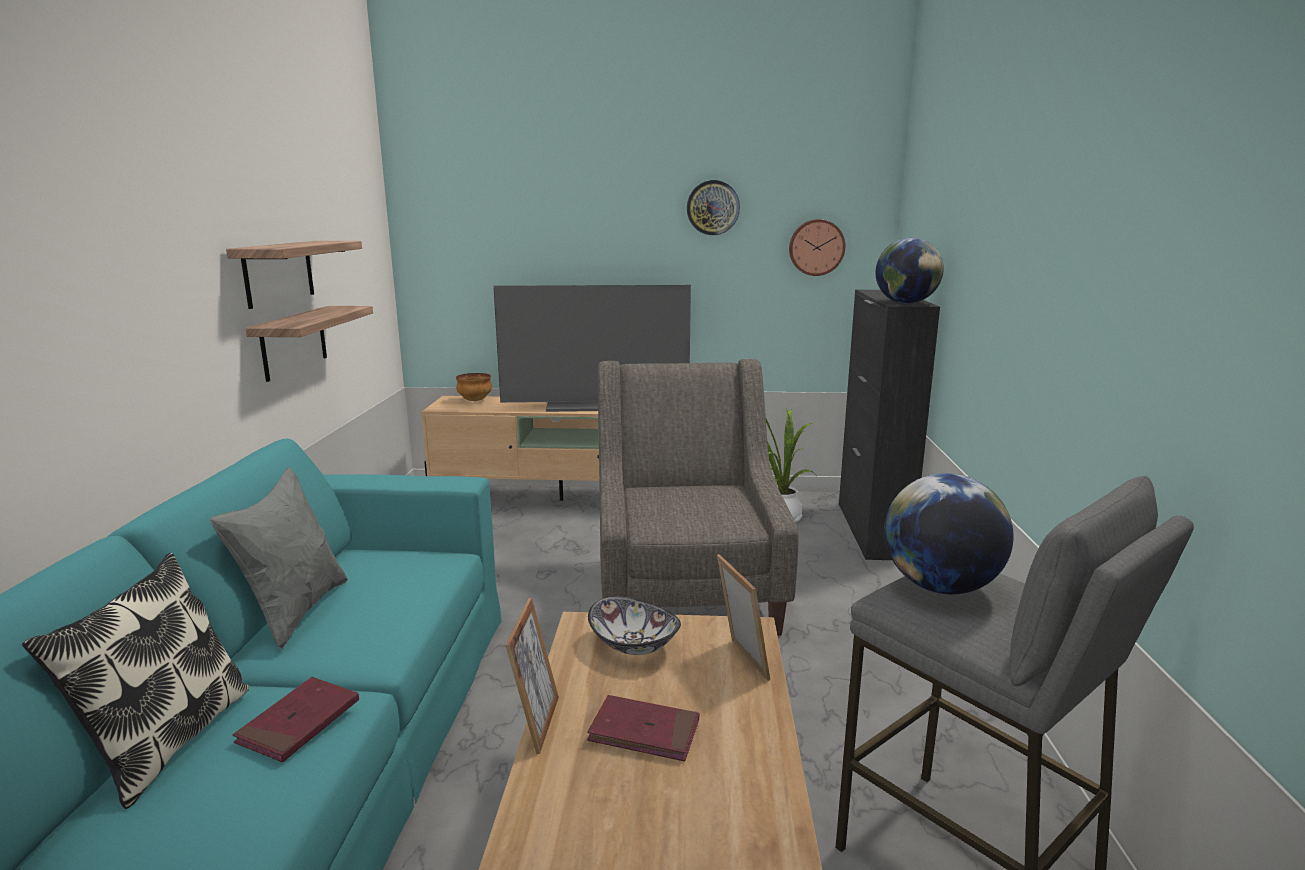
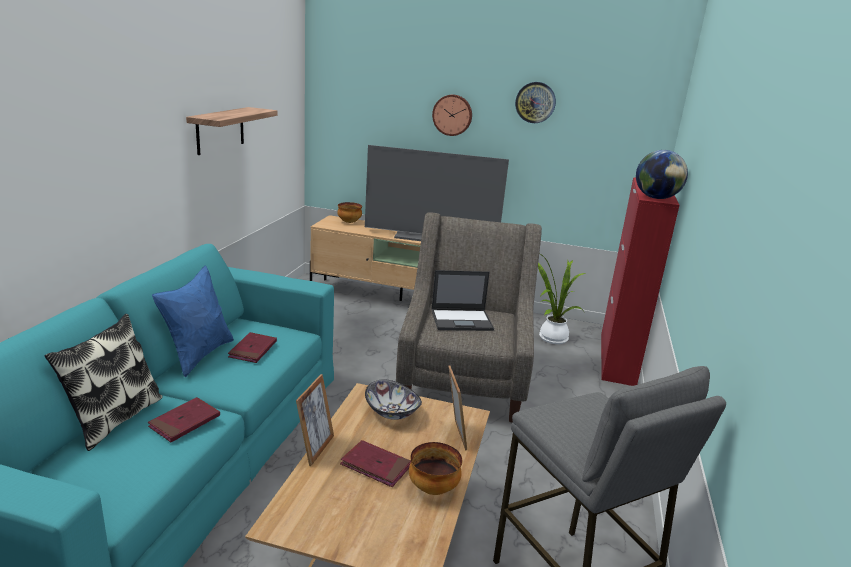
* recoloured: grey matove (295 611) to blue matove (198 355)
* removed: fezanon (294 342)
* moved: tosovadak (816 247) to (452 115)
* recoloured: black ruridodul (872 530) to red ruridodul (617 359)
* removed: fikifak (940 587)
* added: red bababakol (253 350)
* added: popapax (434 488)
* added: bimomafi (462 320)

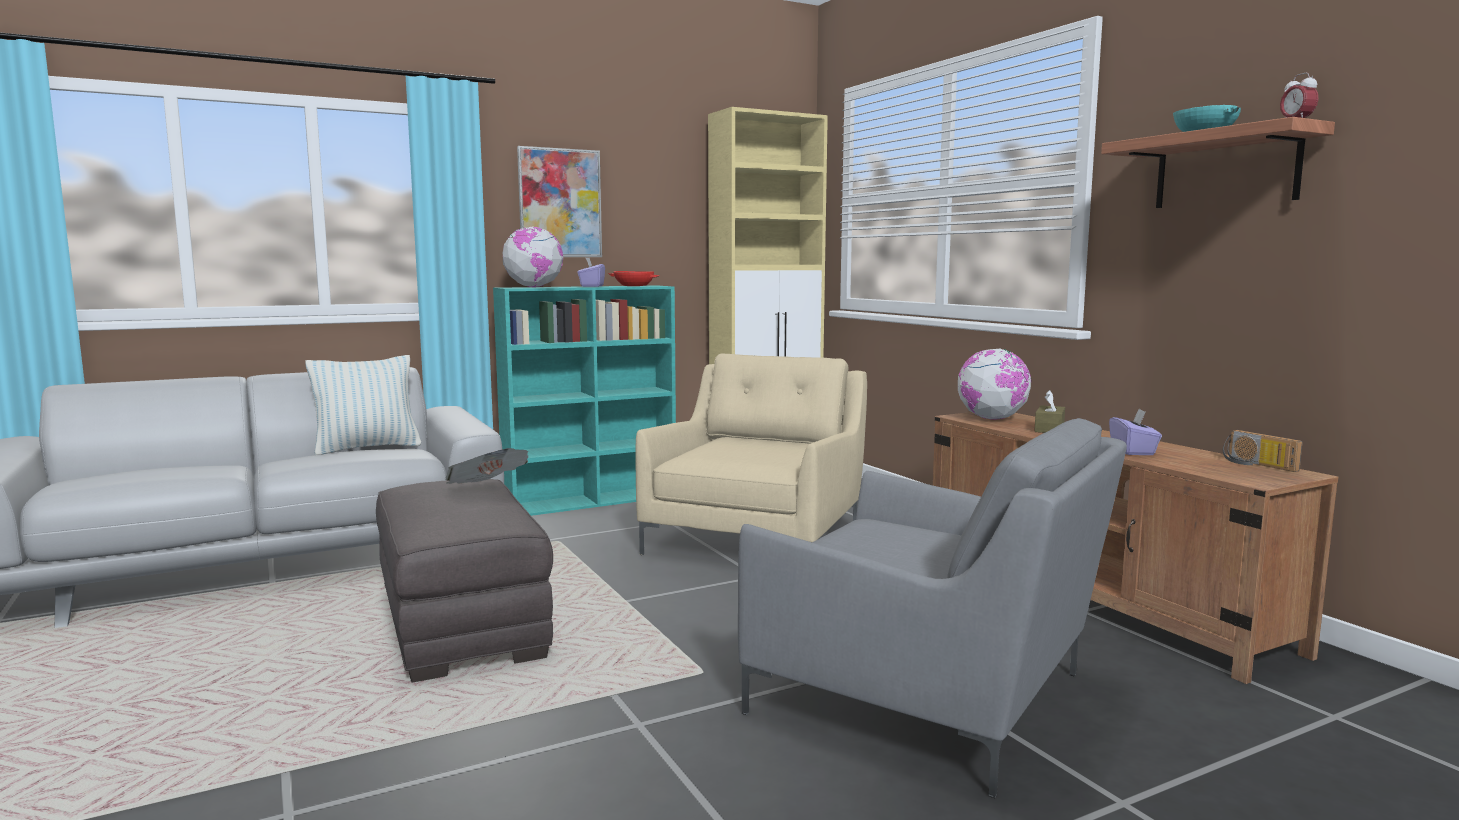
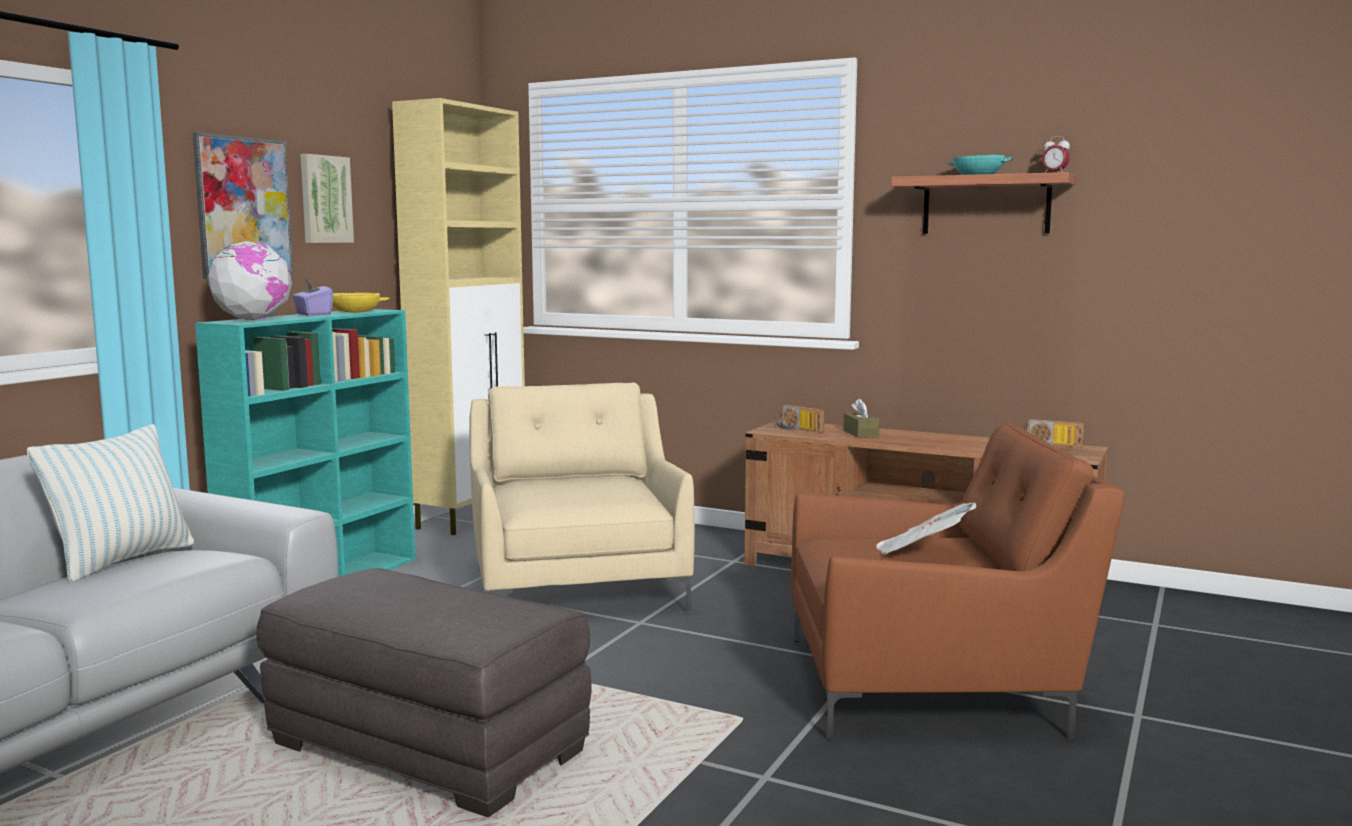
* moved: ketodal (487 490) to (921 554)
* recoloured: red popapax (634 286) to yellow popapax (355 311)
* recoloured: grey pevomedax (930 698) to brown pevomedax (933 685)
* replaced: fikifak (992 419) to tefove (797 429)
* removed: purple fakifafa (1133 451)
* added: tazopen (324 199)

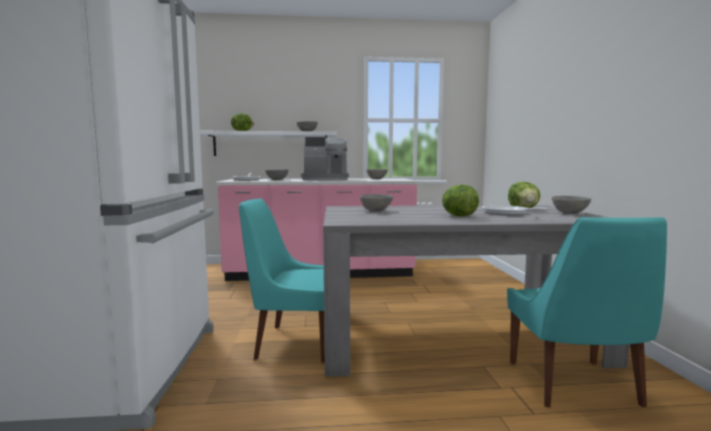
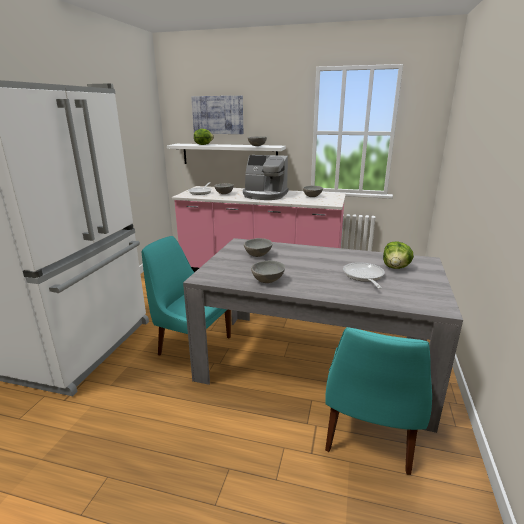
* removed: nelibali (458 216)
* moved: grey popapax (570 213) to (268 281)
* added: tazopen (218 115)

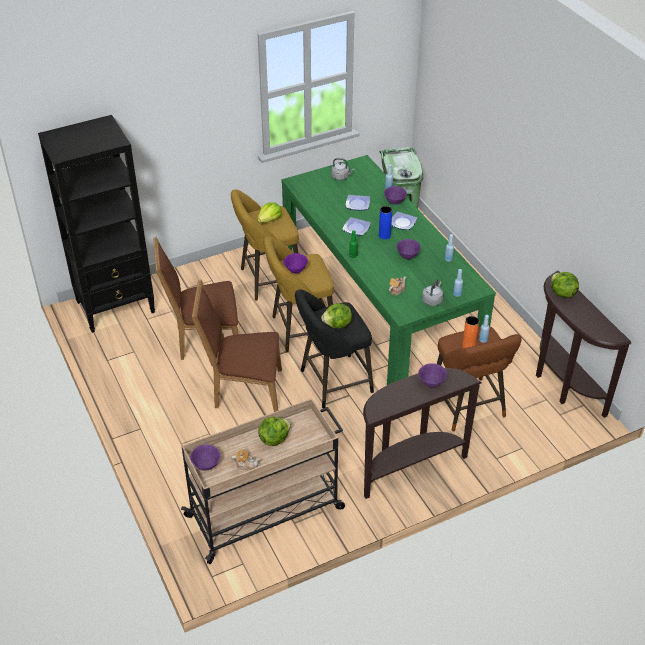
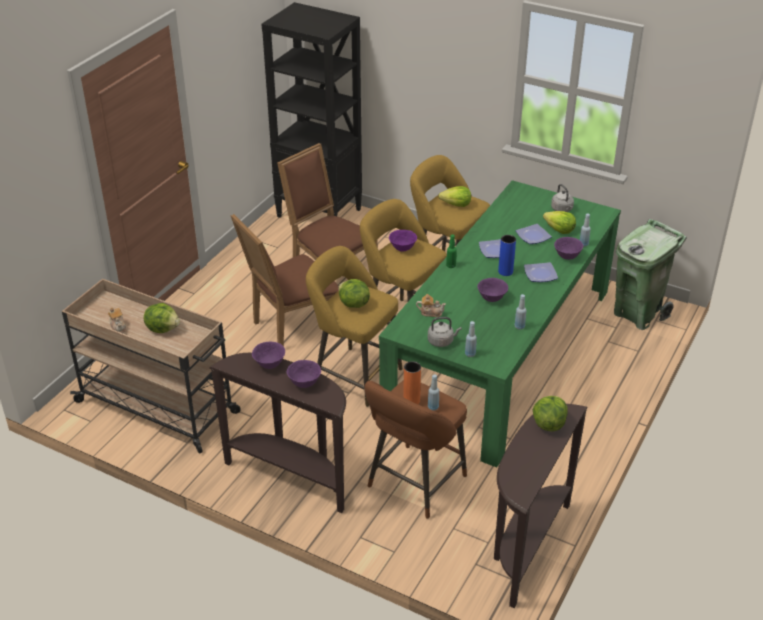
* moved: purple popapax (206 465) to (269 364)
* turned: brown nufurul (243 390) = (291 326) 90 degrees counterclockwise
* recoloured: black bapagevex (332 383) to yellow bapagevex (354 375)
* added: nelibali (559 230)

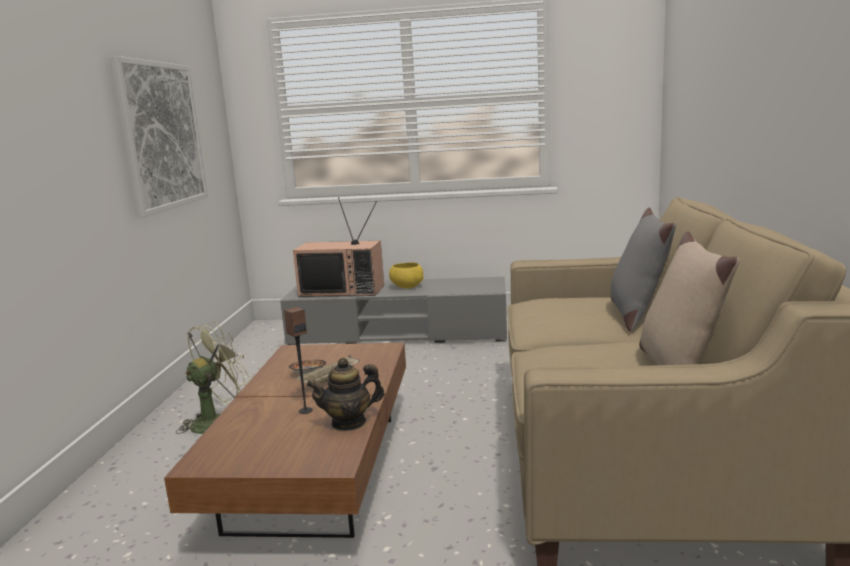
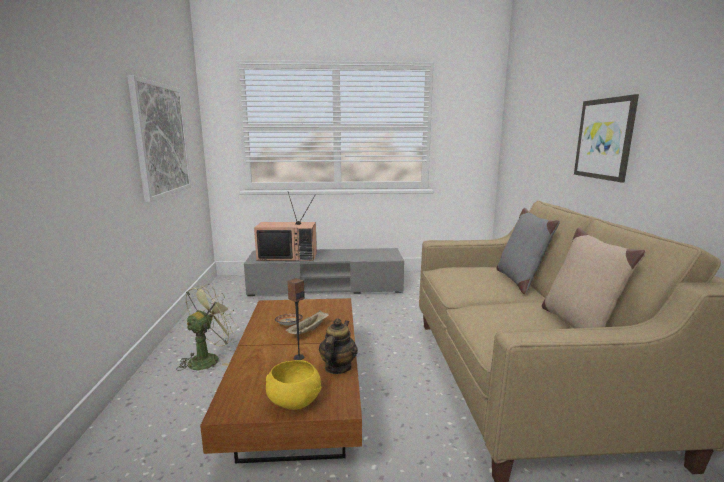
* turned: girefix (349 423) = (337 367) 135 degrees clockwise
* moved: yellow popapax (406 287) to (293 403)
* added: tazopen (605 139)

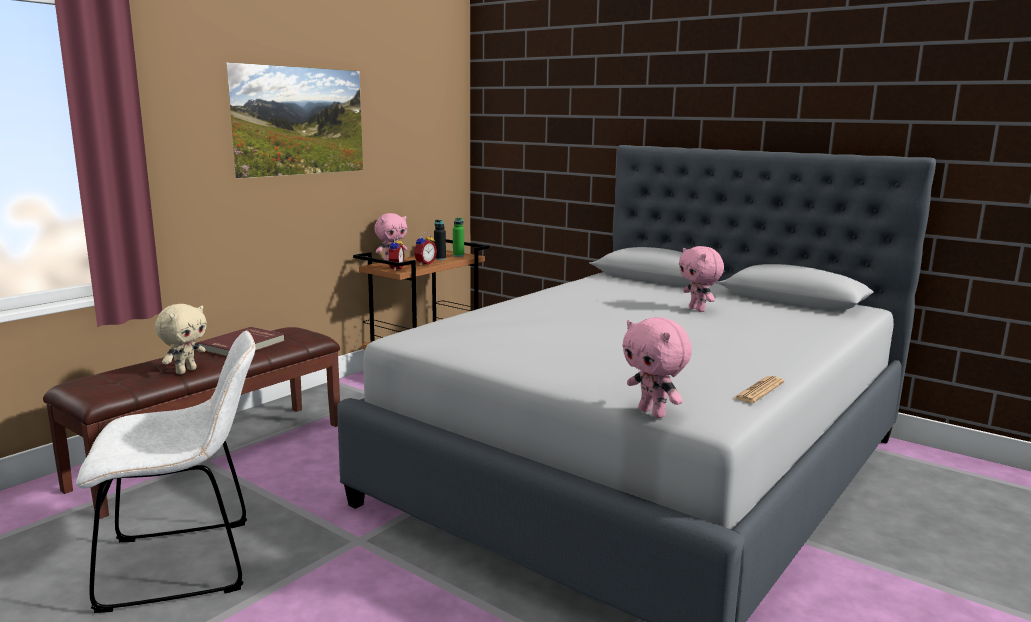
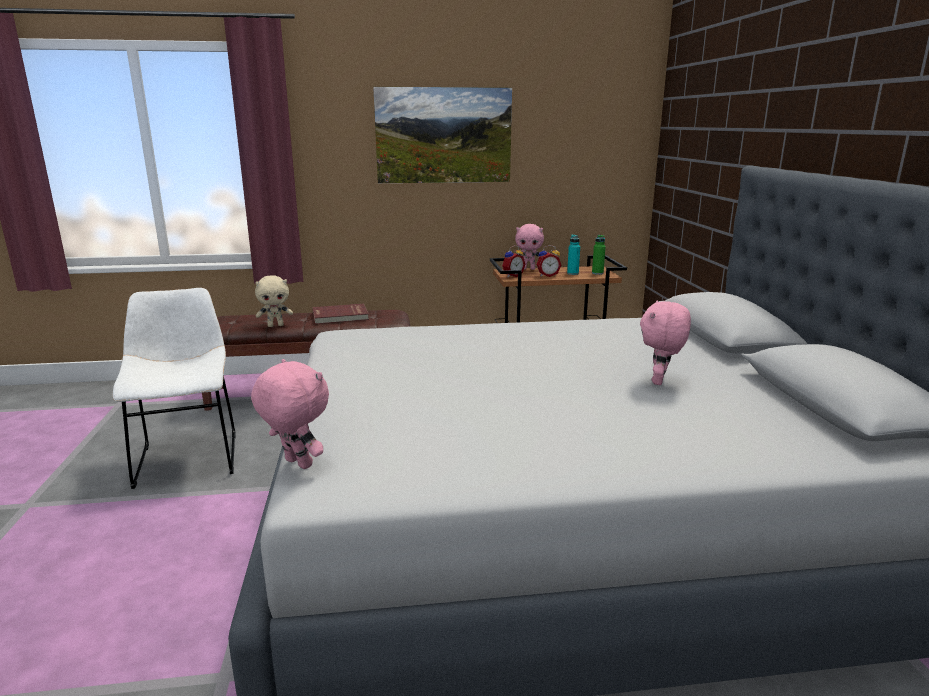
* turned: white nufurul (188 563) = (188 456) 135 degrees counterclockwise
* recoloured: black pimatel (440 259) to turquoise pimatel (572 273)
* turned: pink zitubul (653 413) = (296 464) 120 degrees clockwise
* removed: ketodal (758 391)

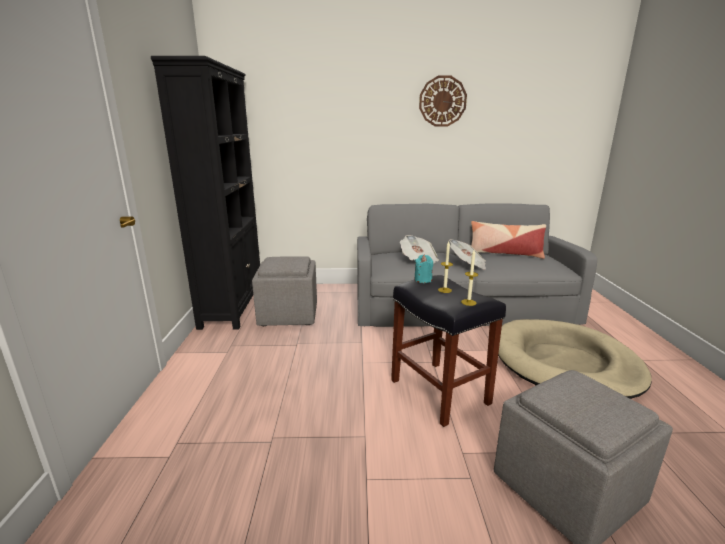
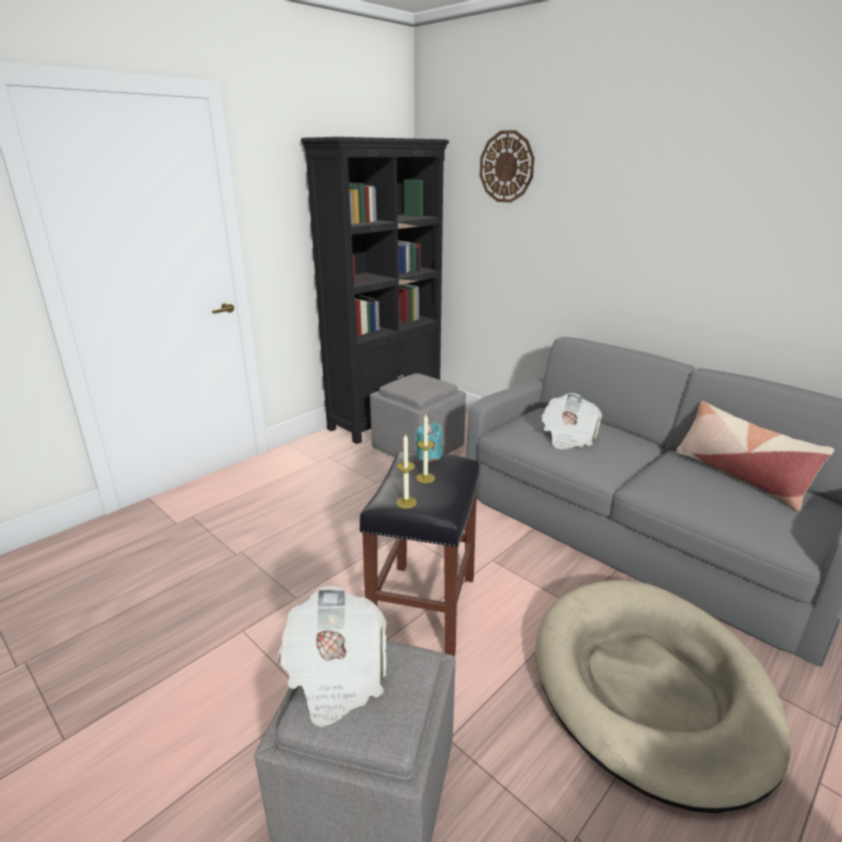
* moved: tosovadak (442 101) to (506 167)
* moved: ketodal (467 264) to (336 675)

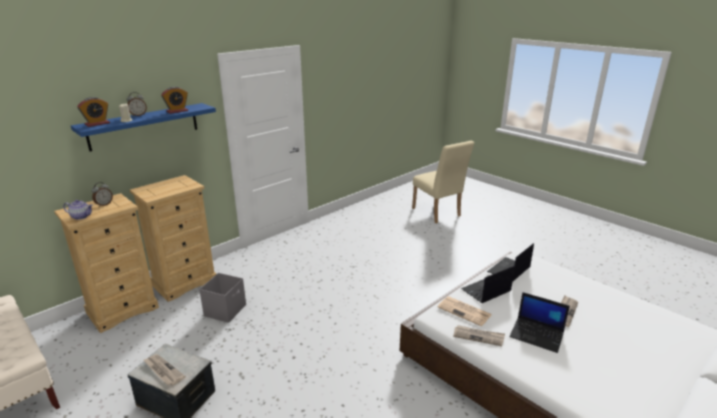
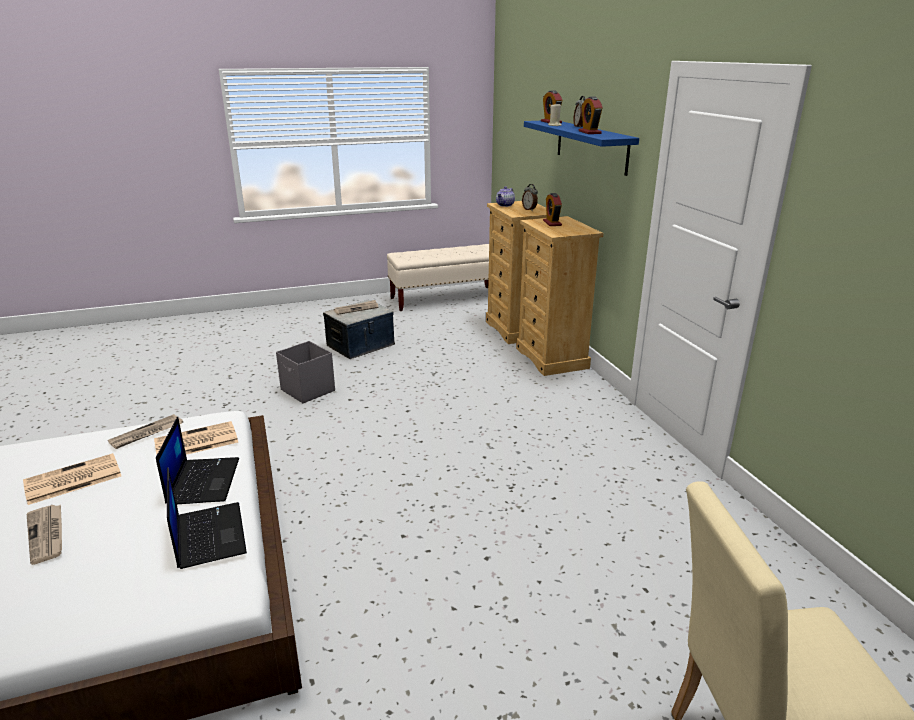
* moved: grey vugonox (226 310) to (308 391)
* replaced: bimomafi (537 335) to ketodal (71 480)
* added: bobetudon (552 223)

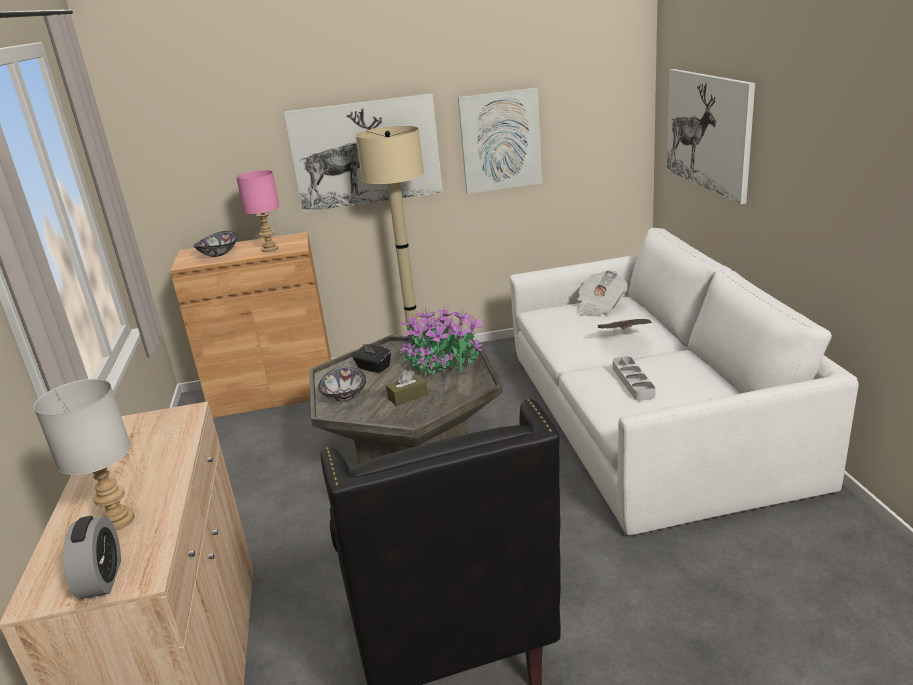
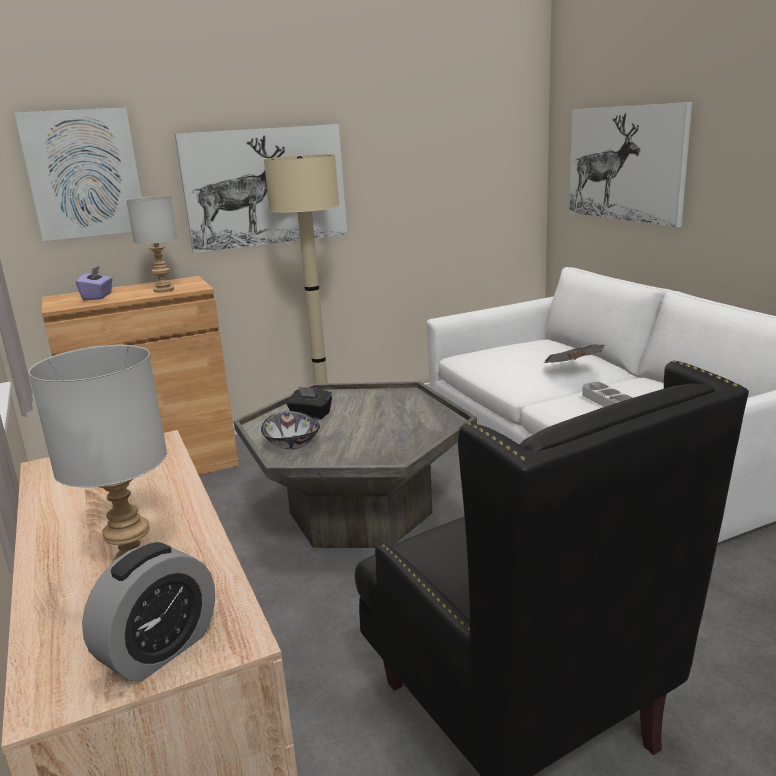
* turned: bobetudon (102 579) = (160 650) 60 degrees clockwise
* replaced: popapax (218 254) to purple fakifafa (98 296)
* recoloured: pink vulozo (270 249) to grey vulozo (164 290)
* removed: brown fakifafa (407 396)
* removed: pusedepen (443 363)
* moved: tazopen (500 141) to (84 174)
* removed: ketodal (600 307)

